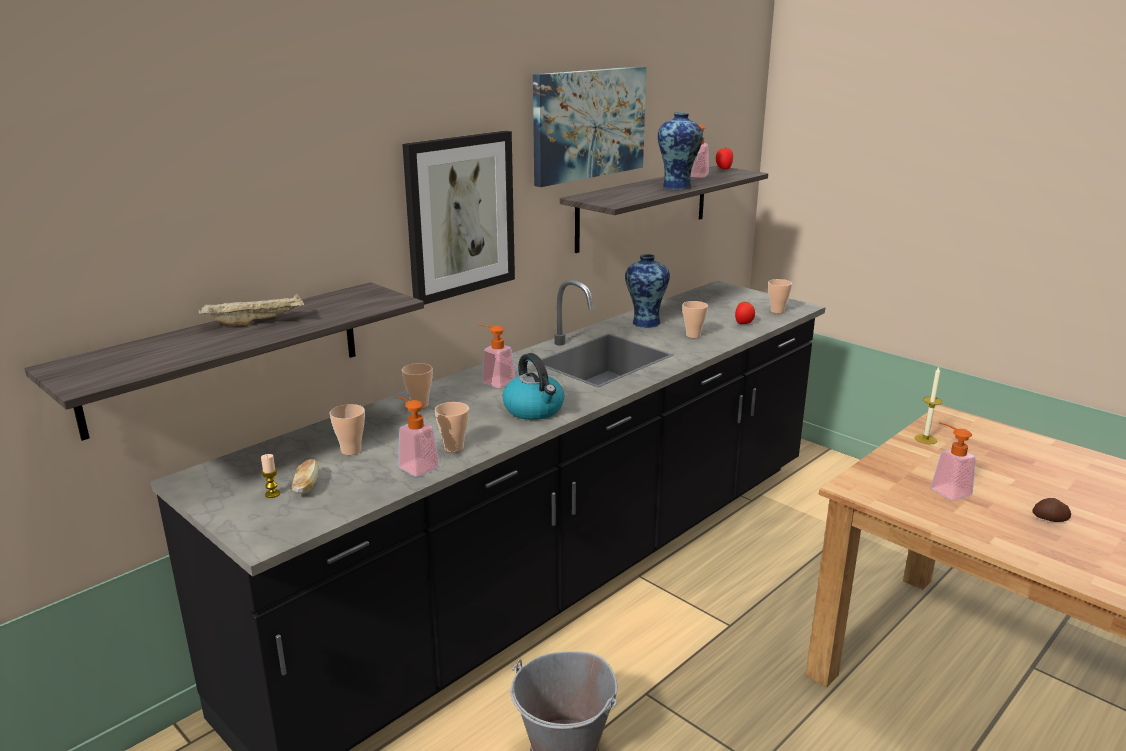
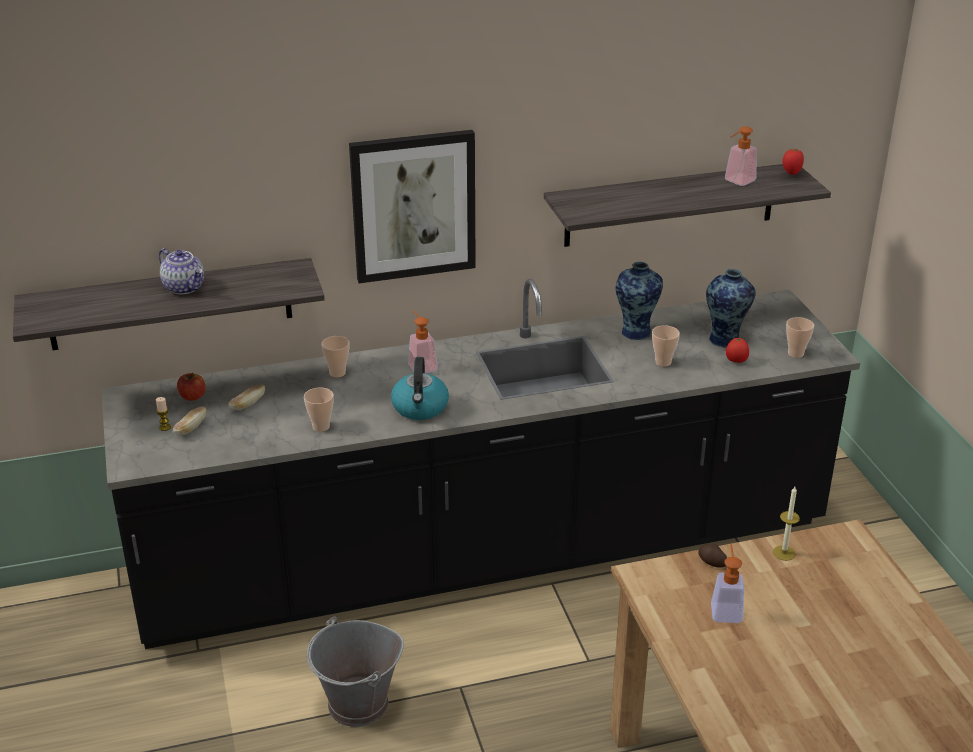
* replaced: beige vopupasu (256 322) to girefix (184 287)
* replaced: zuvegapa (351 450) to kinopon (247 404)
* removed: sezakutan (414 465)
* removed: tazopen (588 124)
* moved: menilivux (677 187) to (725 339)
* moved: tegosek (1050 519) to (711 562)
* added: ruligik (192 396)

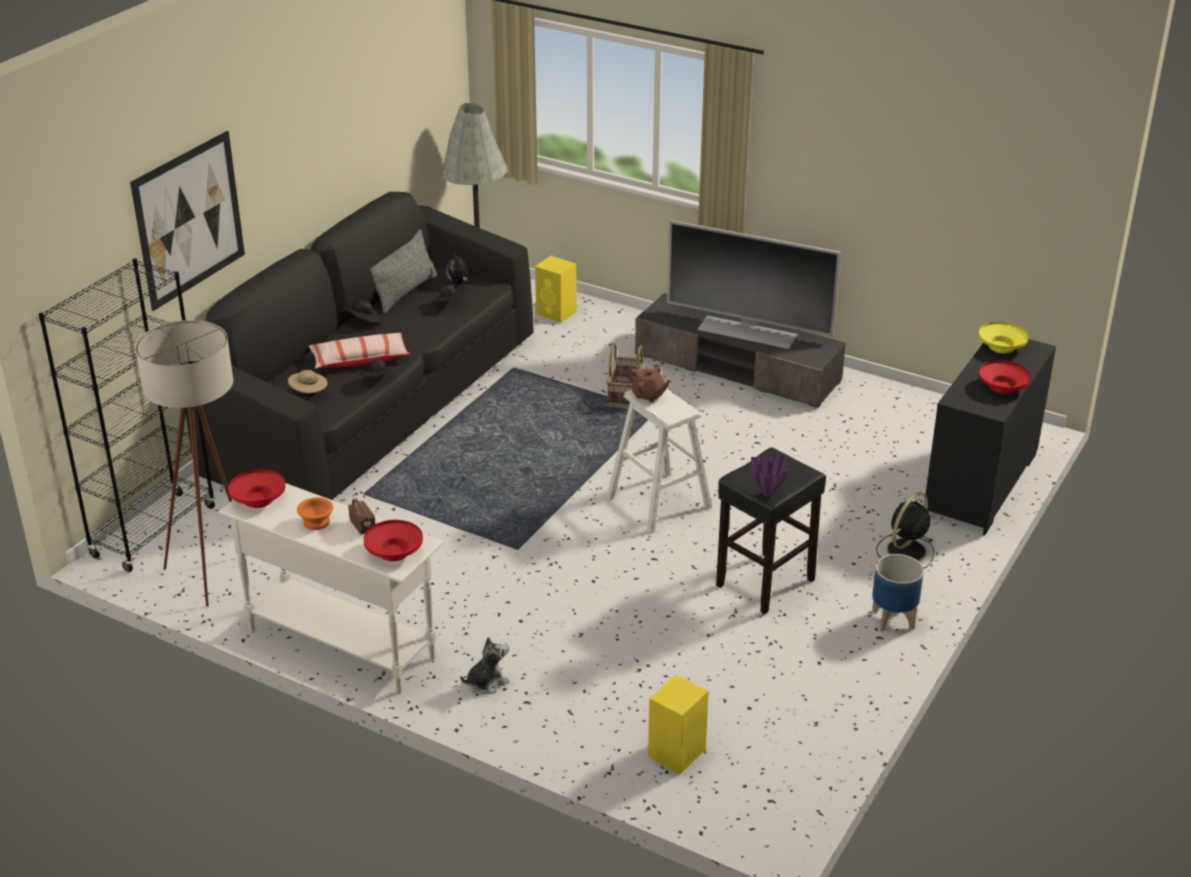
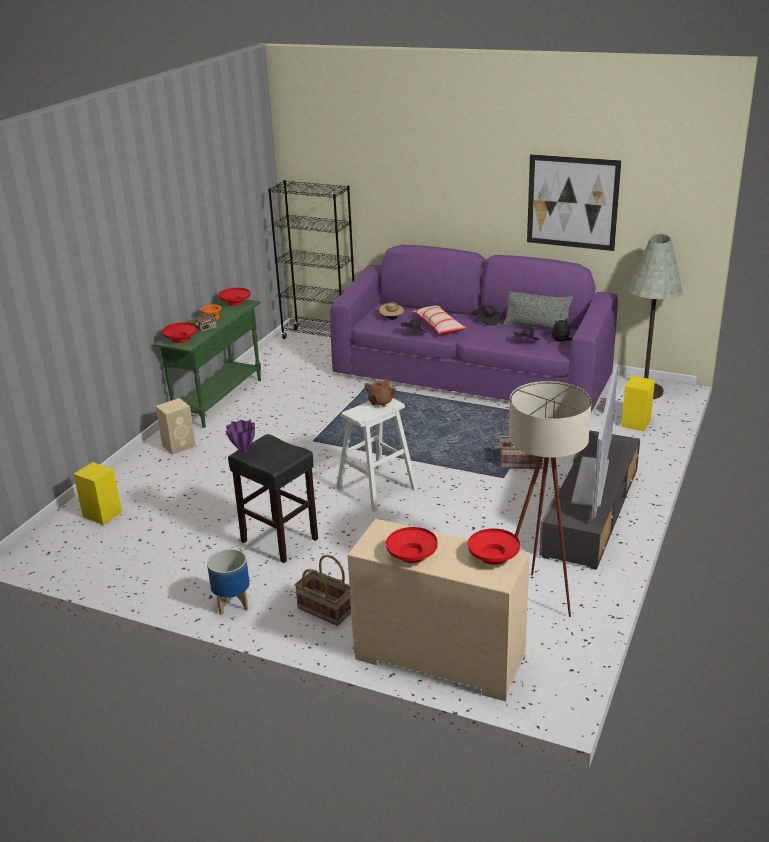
* moved: tazopen (189 219) to (572 202)
* moved: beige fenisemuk (216 572) to (539 603)
* recoloured: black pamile (376 404) to purple pamile (471 376)
* recoloured: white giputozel (341 643) to green giputozel (219 400)
* replaced: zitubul (486 682) to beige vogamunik (179 445)
* replaced: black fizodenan (905 552) to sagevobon (324 610)
* recoloured: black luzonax (981 485) to beige luzonax (438 659)
* recoloured: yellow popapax (1001 347) to red popapax (493 556)

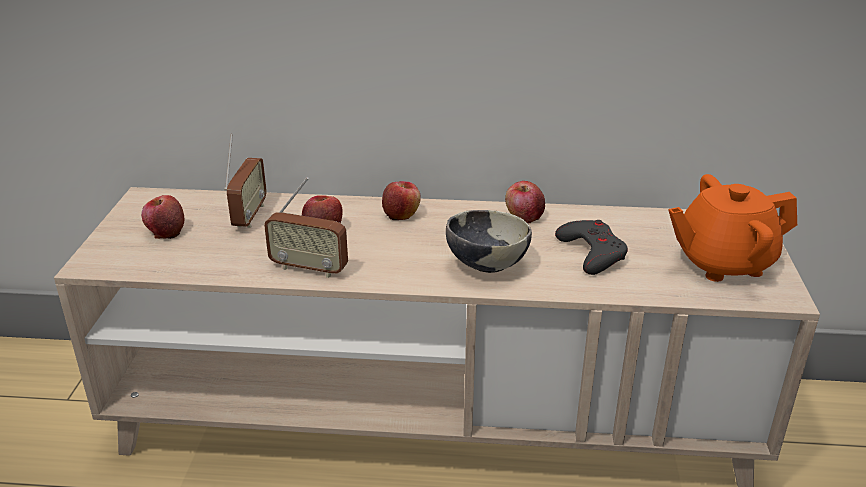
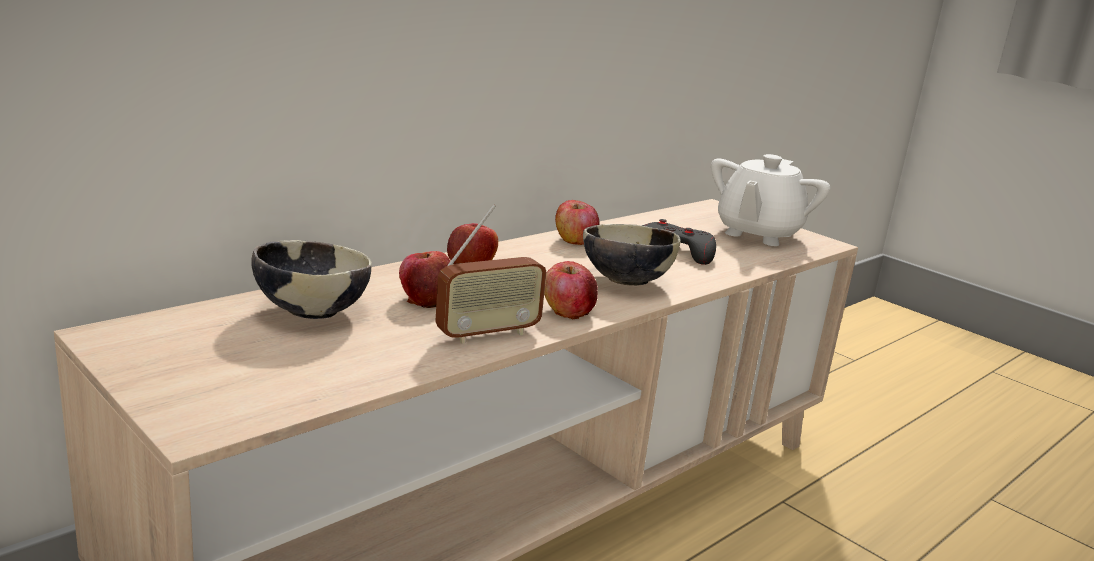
* moved: ruligik (165 231) to (567 311)
* replaced: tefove (249 216) to popapax (311 311)
* recoloured: orange girefix (722 263) to white girefix (757 234)

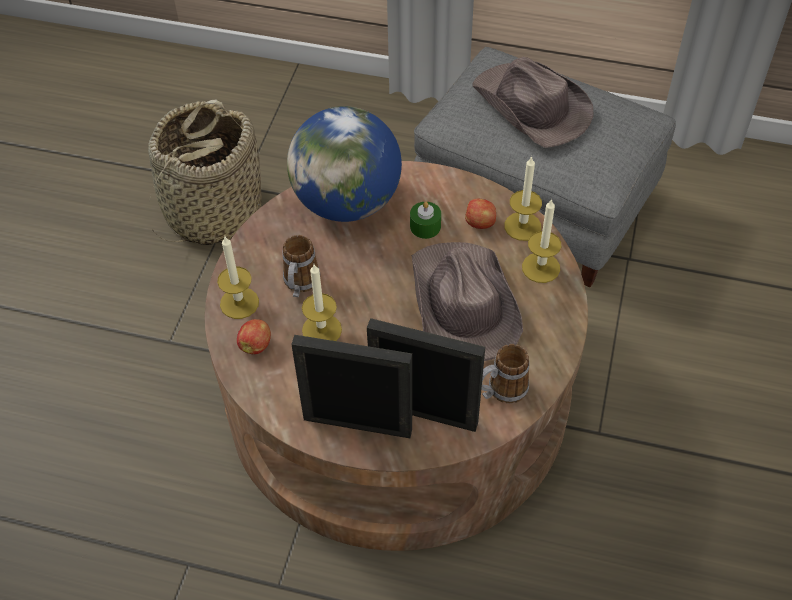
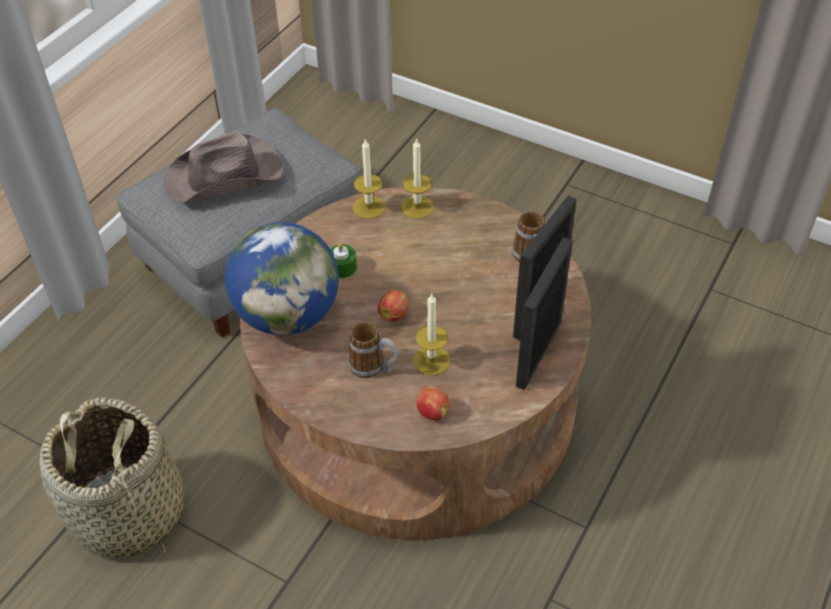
* removed: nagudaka (239 303)
* removed: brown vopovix (462 304)
* moved: ruligik (480 223) to (394 314)

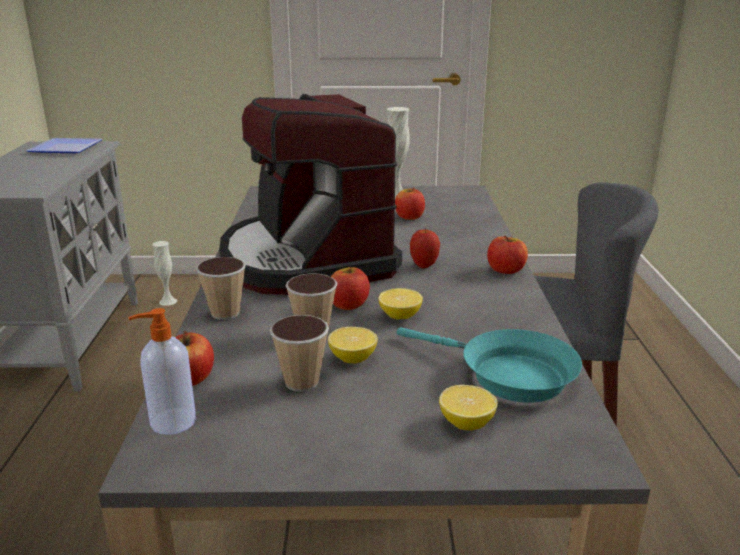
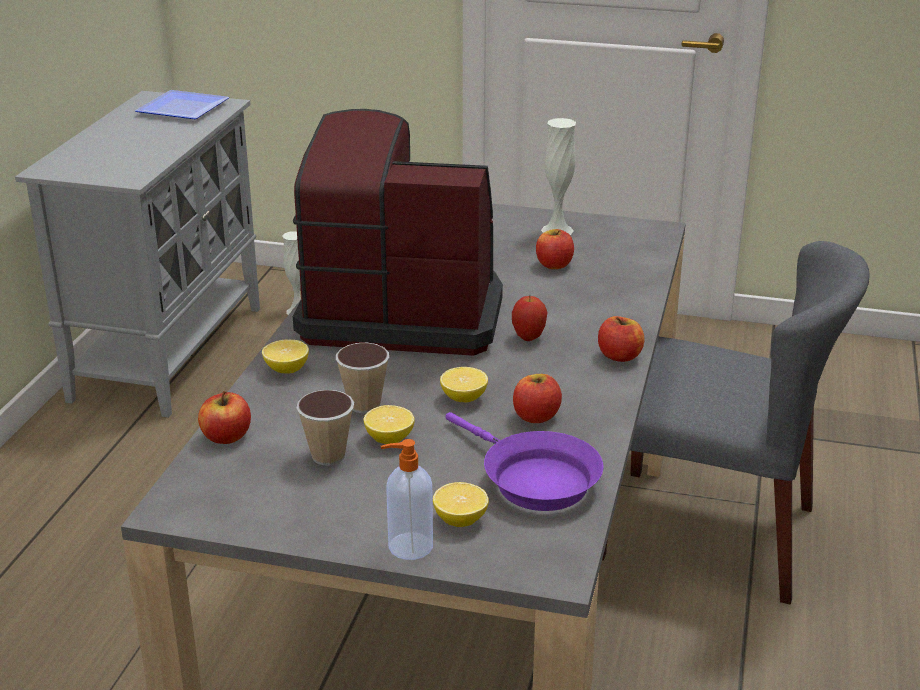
* moved: sezakutan (171 422) to (408 546)
* replaced: zuvegapa (225 313) to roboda (286 369)
* turned: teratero (307 259) = (401 312) 105 degrees clockwise
* moved: ruligik (348 305) to (536 416)
* recoloured: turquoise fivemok (508 375) to purple fivemok (533 479)

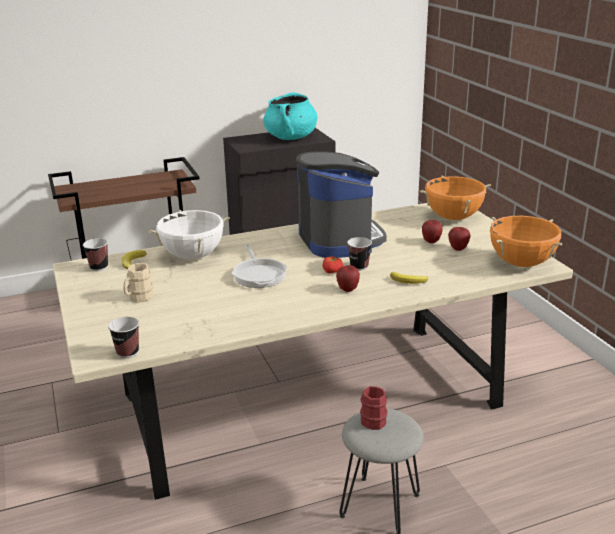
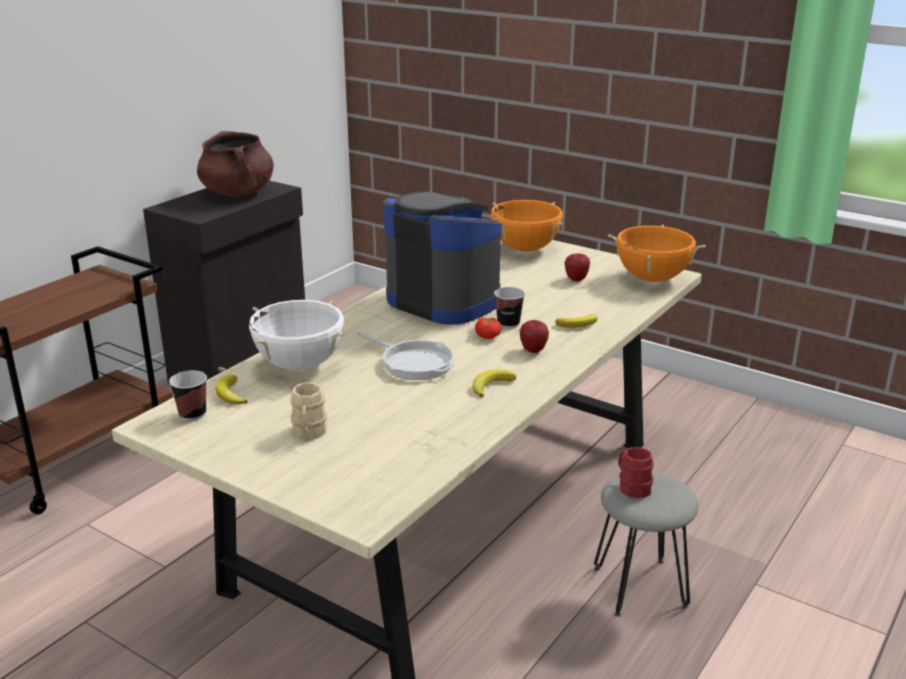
* removed: zuvegapa (127 352)
* recoloured: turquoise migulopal (291 138) to brown migulopal (238 193)
* removed: ruligik (431 241)
* added: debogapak (491 385)

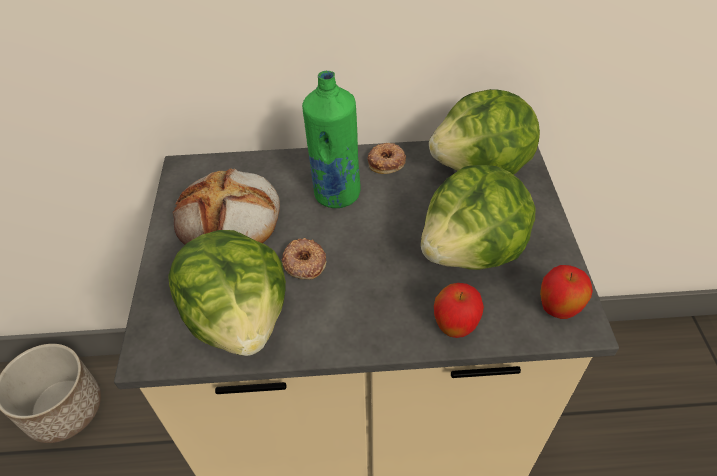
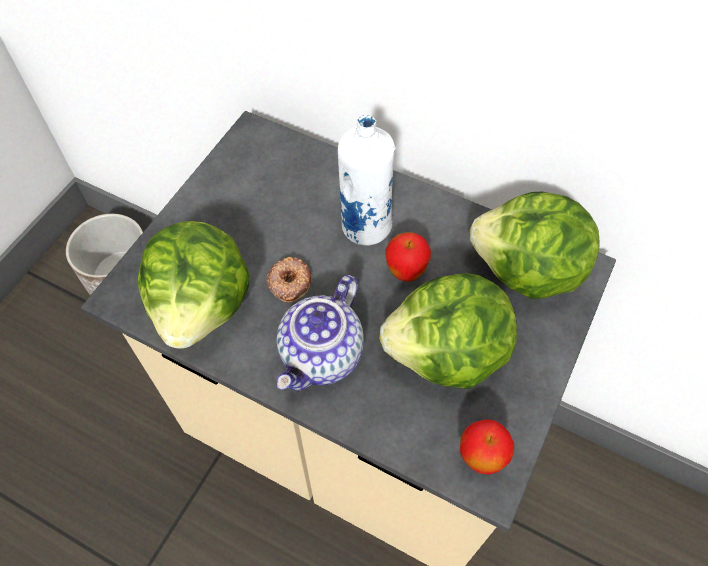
* removed: kinopon (230 218)
* recoloured: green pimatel (336 194) to white pimatel (365 227)
* removed: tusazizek (387 162)
* moved: ruligik (454 328) to (405 272)
* added: girefix (322 356)

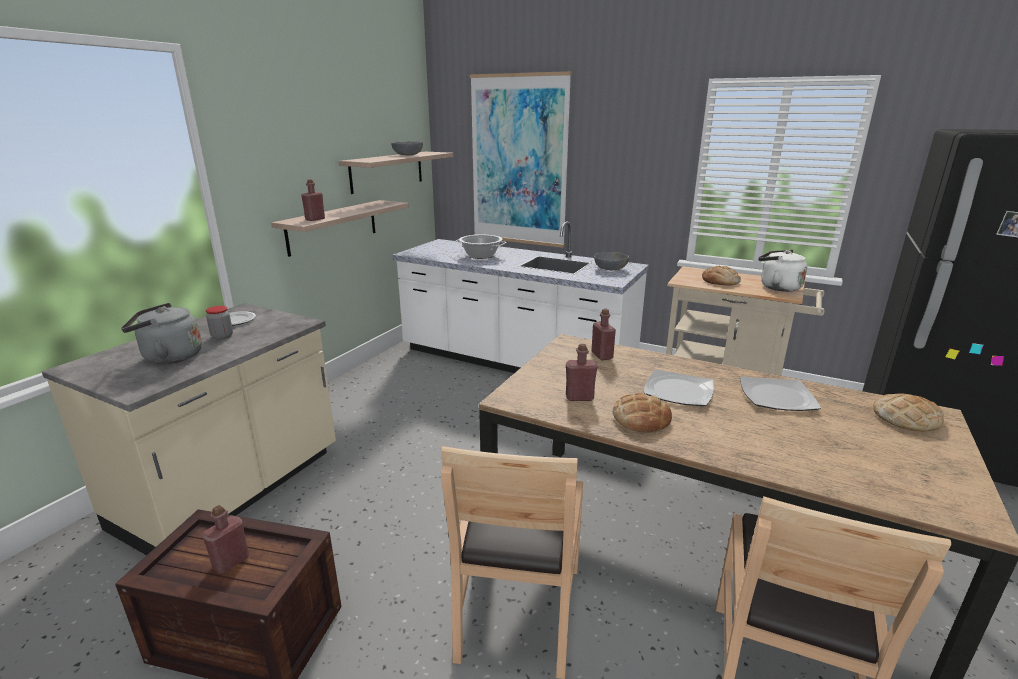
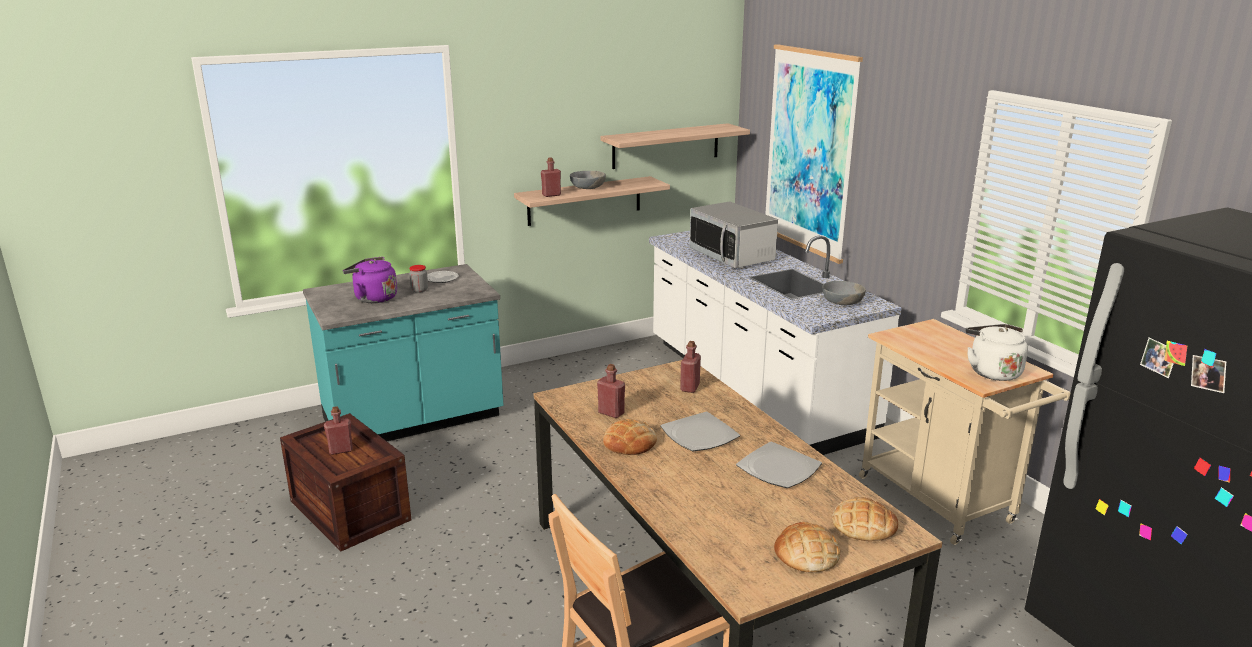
* recoloured: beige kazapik (233 490) to turquoise kazapik (413 420)
* recoloured: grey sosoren (169 357) to purple sosoren (373 298)
* moved: grey popapax (407 155) to (587 188)
* removed: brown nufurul (517 609)
* replaced: migulopal (481 256) to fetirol (732 256)
* moved: kinopon (720 281) to (806 554)

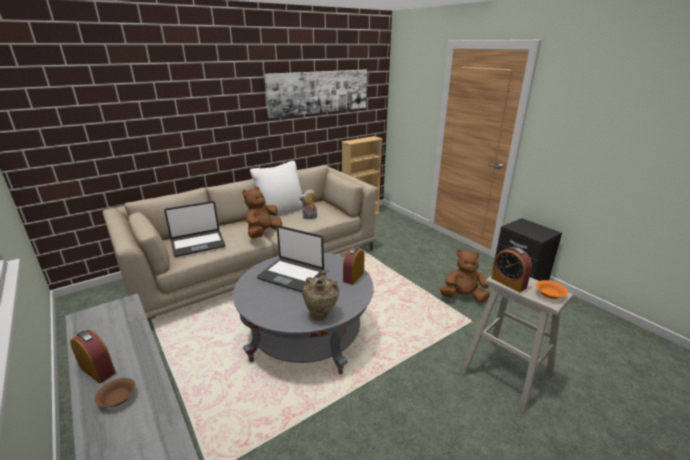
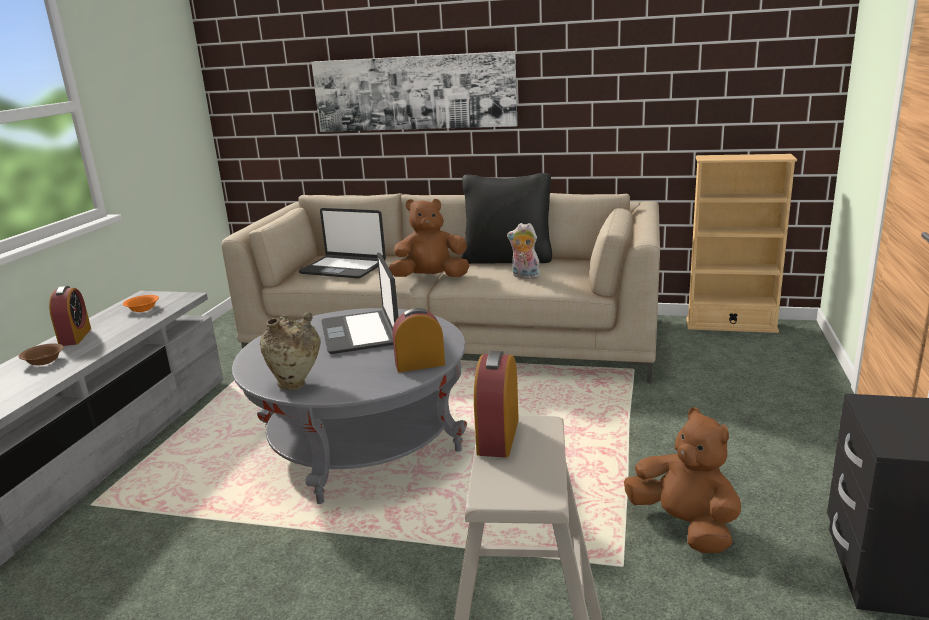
* recoloured: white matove (281 211) to black matove (507 259)
* moved: tazopen (319 92) to (413 93)
* moved: orange popapax (550 295) to (143 309)

